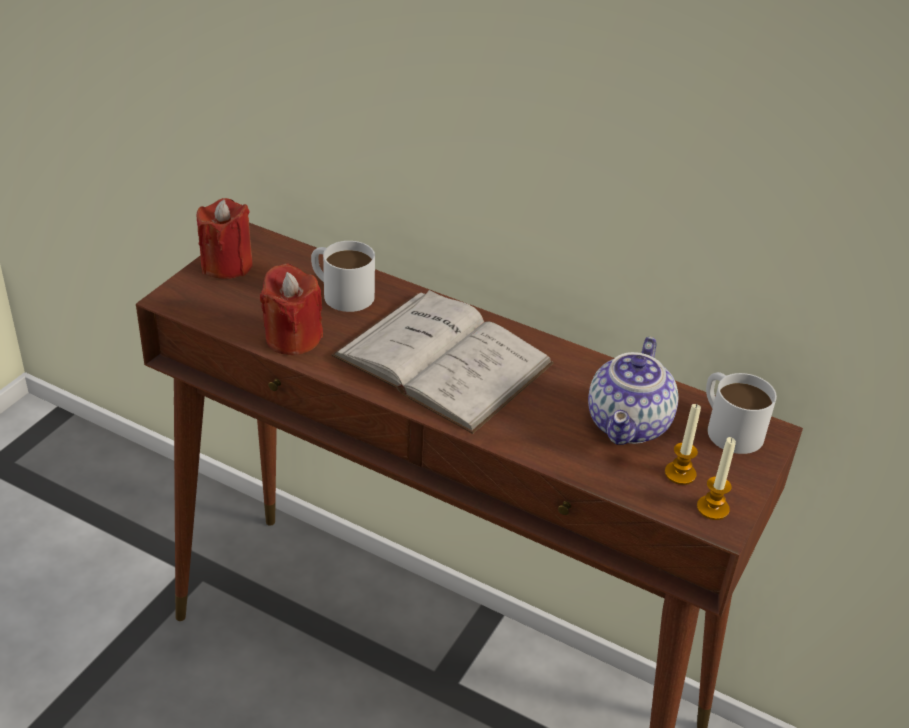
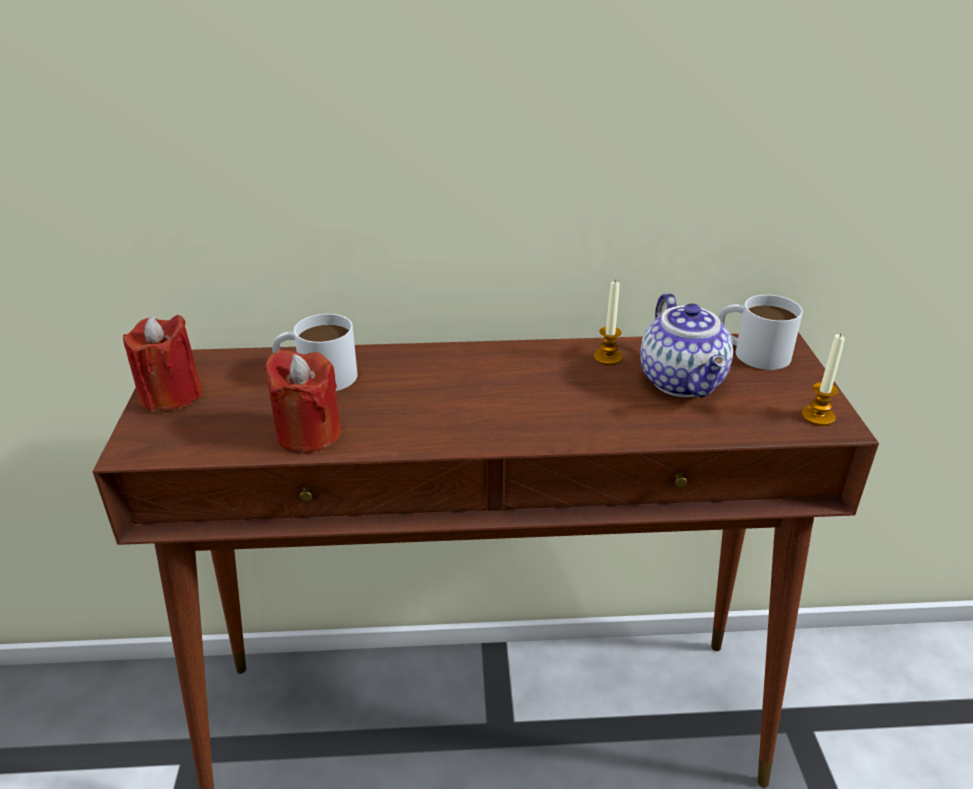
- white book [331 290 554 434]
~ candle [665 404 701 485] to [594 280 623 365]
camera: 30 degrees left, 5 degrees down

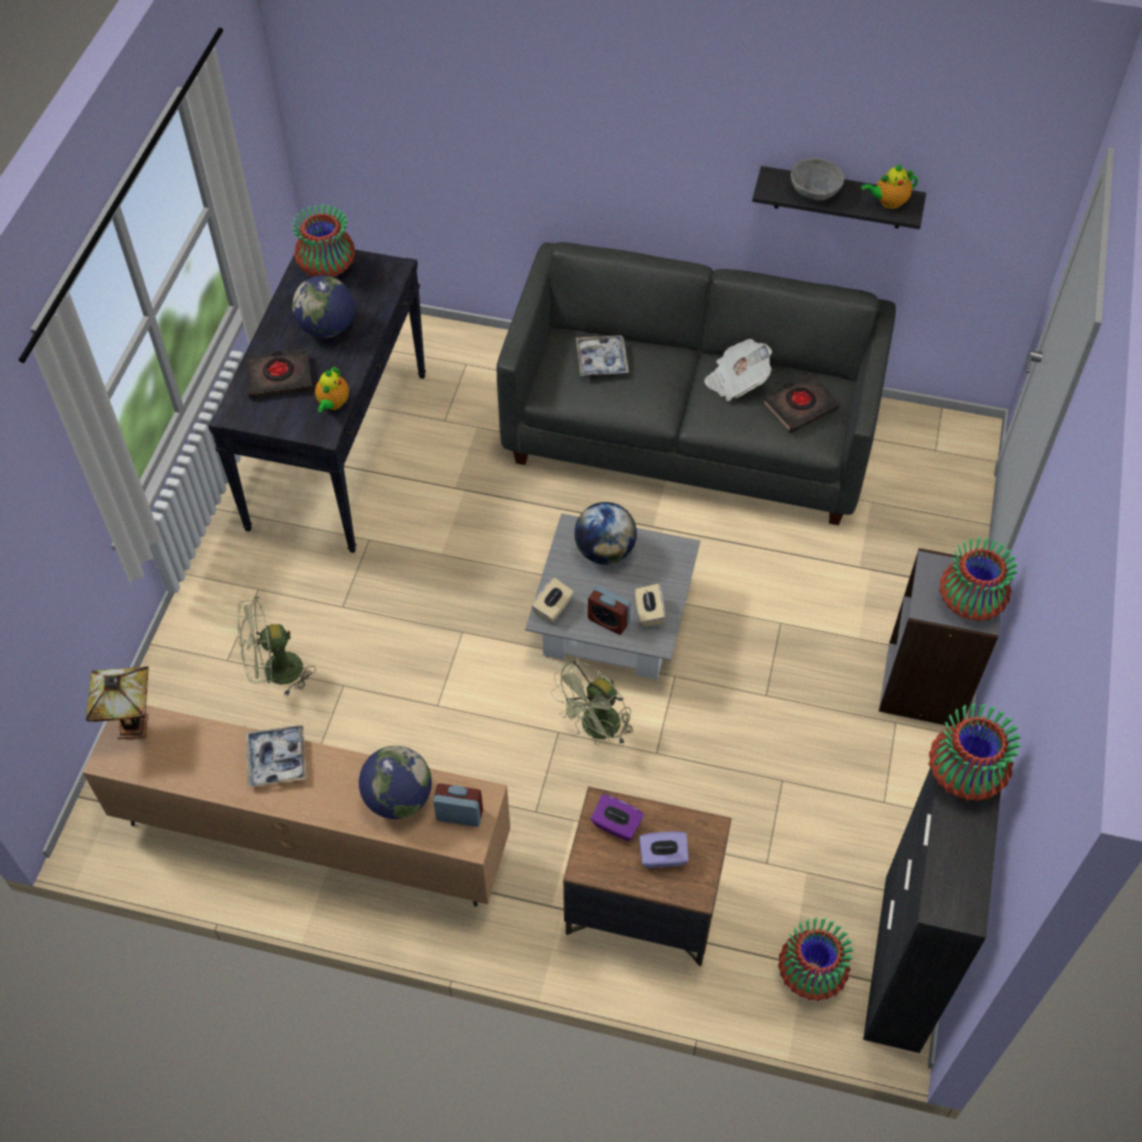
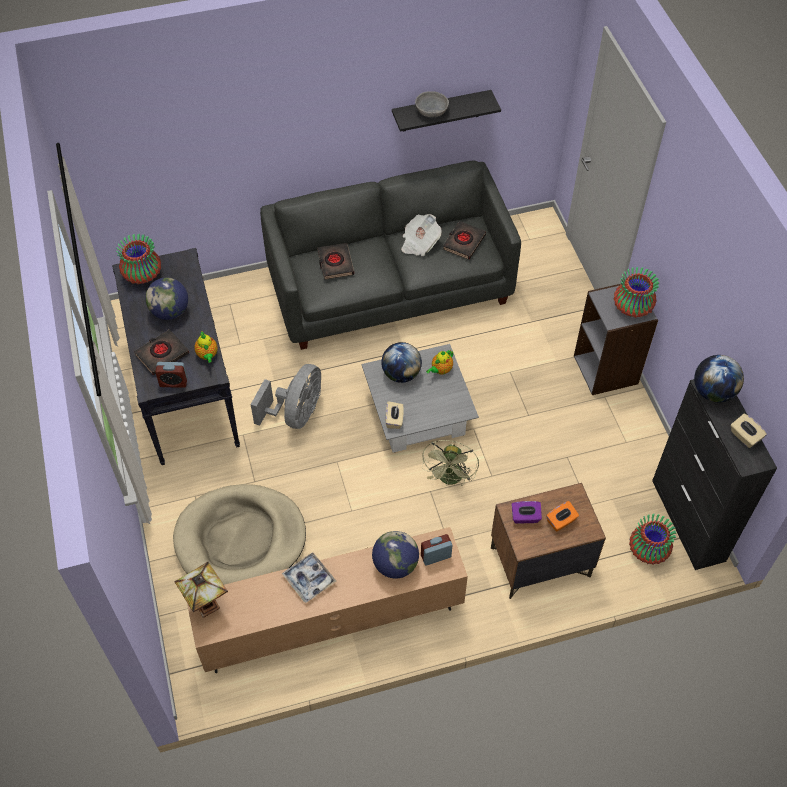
~ green fan [237 596 316 697] to beige dog bed [173 484 306 585]
~ tray [576 335 629 376] to black book [317 243 354 280]
~ alarm clock [588 586 631 635] to [155 362 188 388]
~ beige tissue box [635 584 665 627] to [731 413 767 448]
~ purple tissue box [639 832 689 868] to orange tissue box [546 501 579 531]
~ teapot [862 164 918 209] to [426 350 453 375]
~ vase [928 703 1021 801] to globe [694 355 744 402]
+ grey fan [251 364 321 429]
camera: 30 degrees left, 0 degrees up

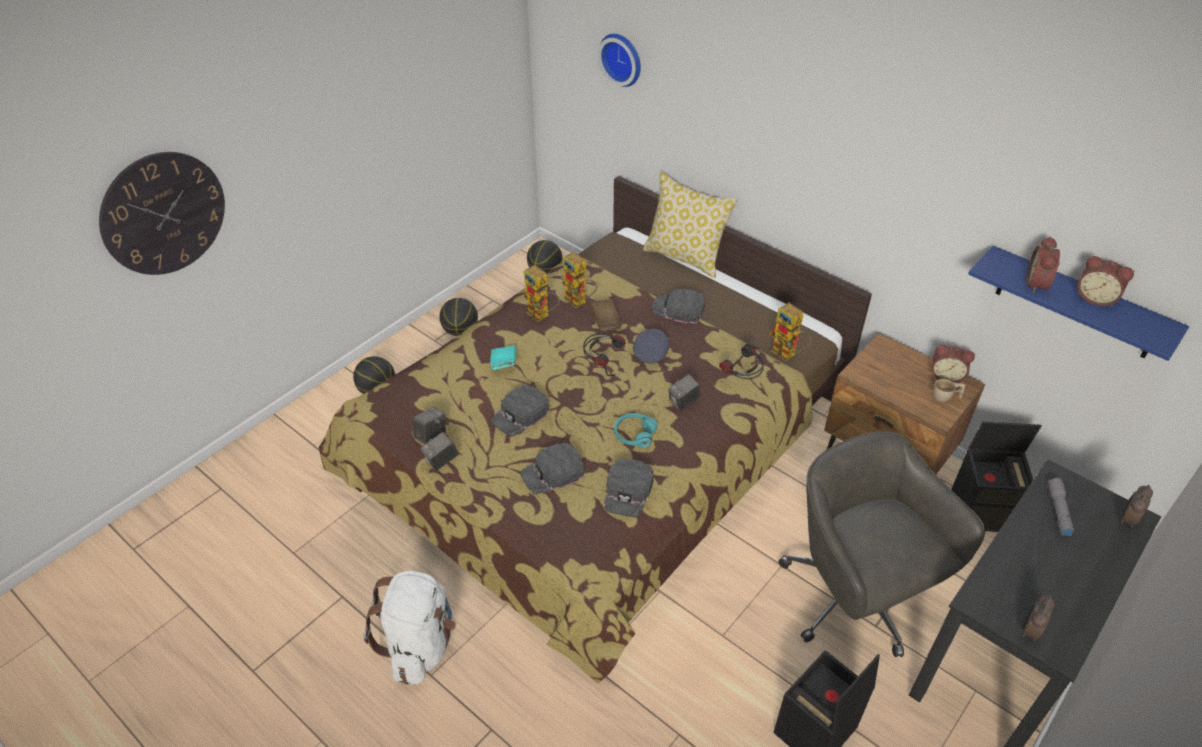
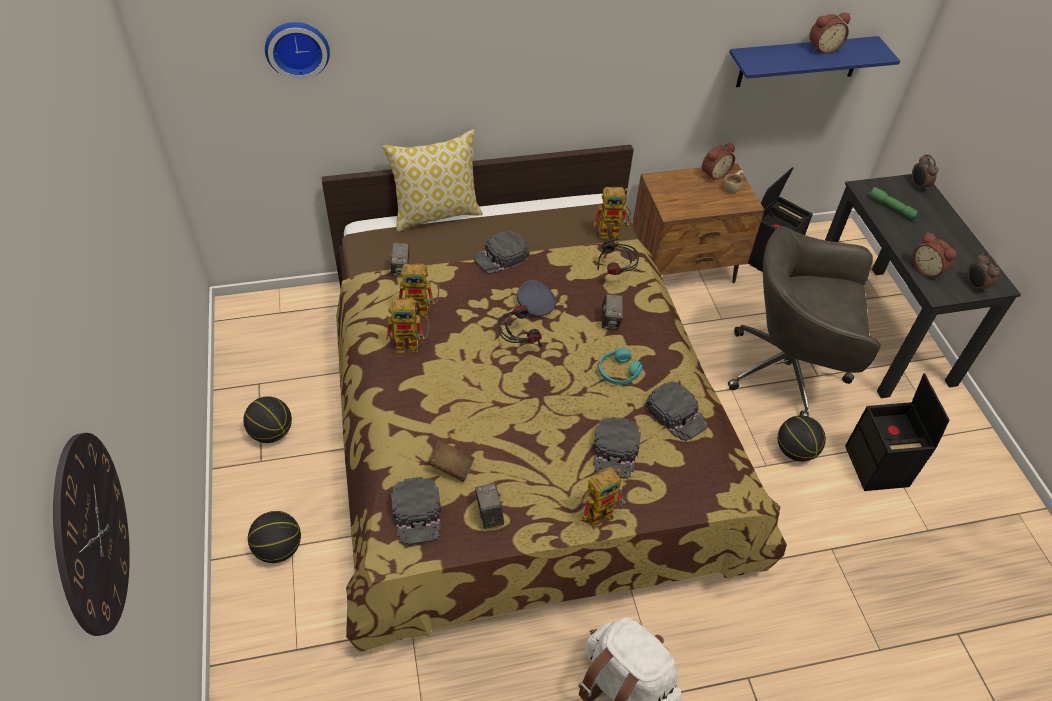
~ photo camera [420 432 459 471] to [390 242 409 276]
- turquoise book [490 345 516 370]
~ black cap [491 385 550 437] to [391 477 441 545]
~ basketball [527 240 562 273] to [778 415 826 462]
~ brown book [590 299 622 331] to [427 440 475 482]
~ alarm clock [1026 236 1060 293] to [913 232 957 280]
~ grey flashlight [1048 478 1074 536] to green flashlight [868 187 919 220]
+ toy robot [582 467 626 529]
camera: 55 degrees left, 5 degrees up

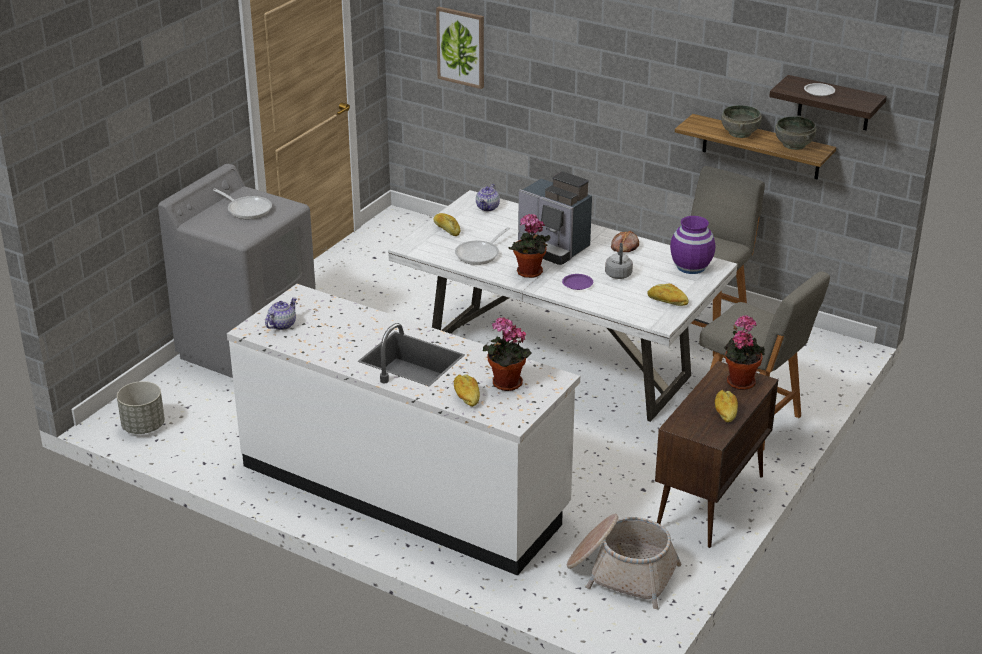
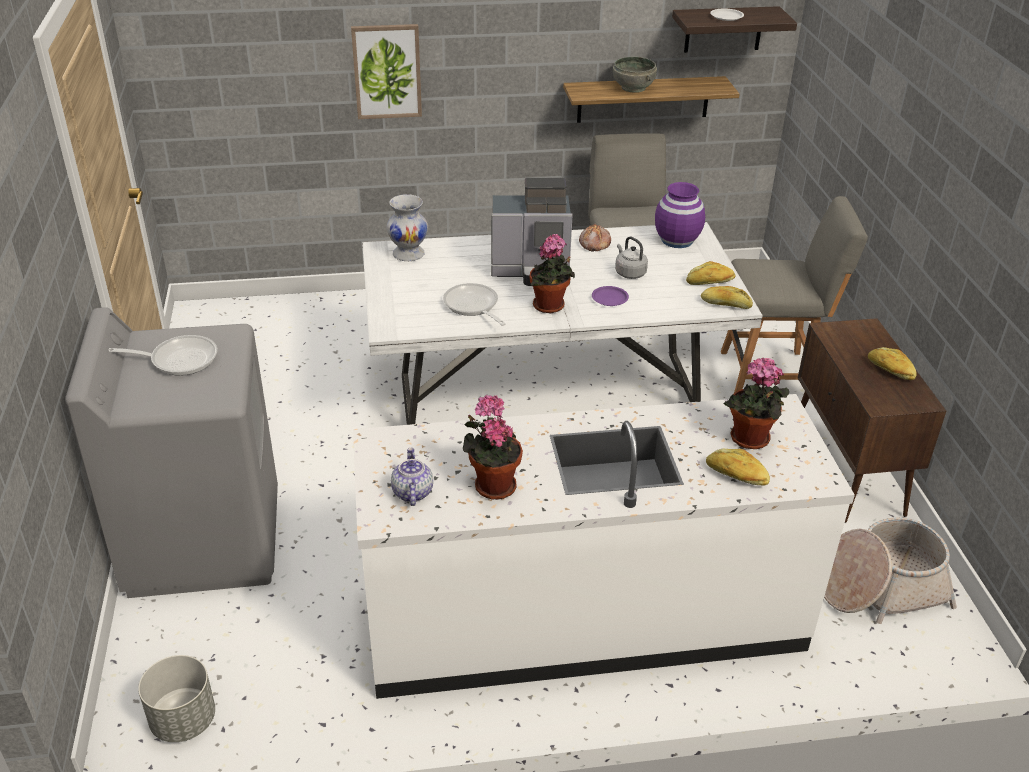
~ bread [433 213 460 236] to [701 286 753 309]
~ picture [436 7 484 89] to [351 24 422 119]
~ frying pan [455 227 510 265] = [443 283 506 326] 150 degrees clockwise
~ teapot [476 184 500 211] to white vase [387 194 428 261]
~ potted plant [724 315 765 390] to [463 395 523 500]
- grey bowl [775 116 817 150]
camera: 40 degrees left, 5 degrees up

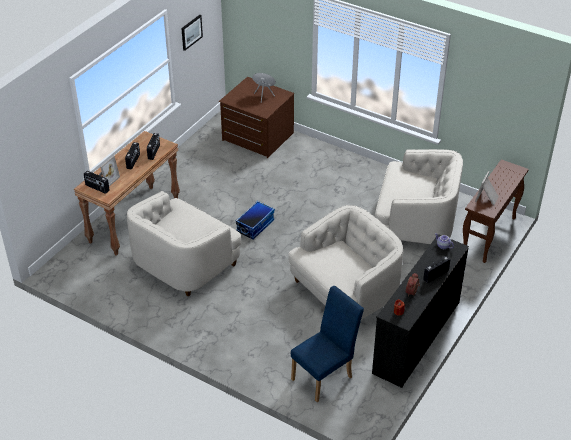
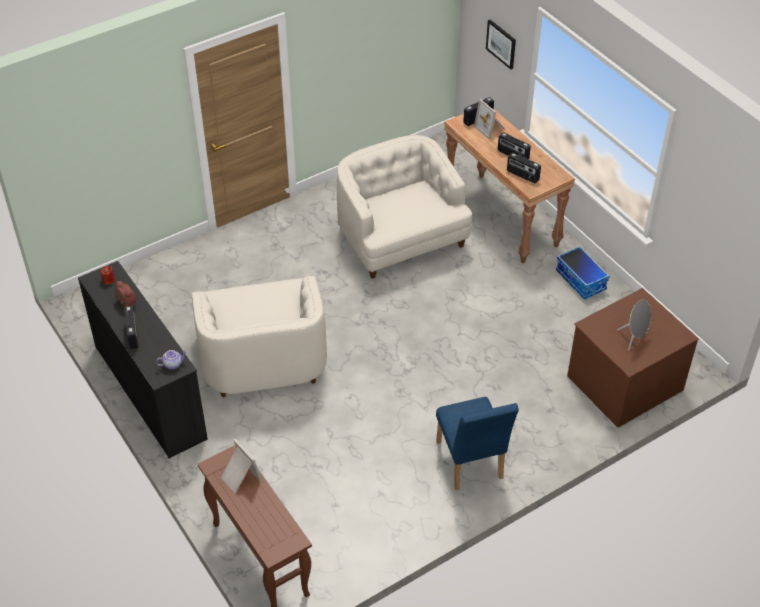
~ picture [181 15 203 51] to [486 20 516 69]
~ storage box [236 201 275 240] to [556 246 610 300]
~ blue chair [291 286 364 402] to [436 397 519 490]
- white armchair [375 149 463 244]
camera: 115 degrees right, 5 degrees up

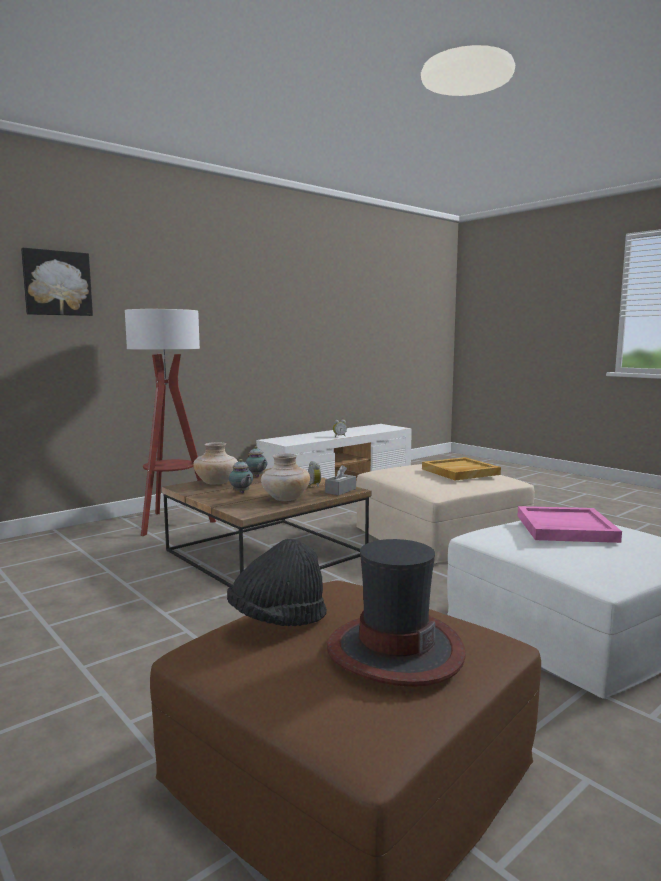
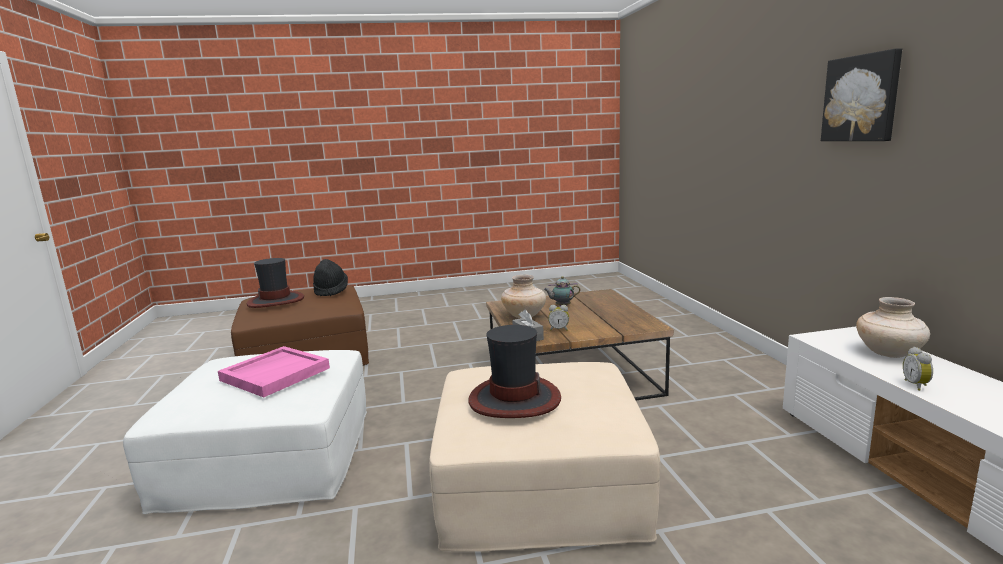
~ picture [21 248 93 316] to [821 48 902 141]
- floor lamp [125 309 216 536]
~ beige vase [193 442 238 485] to [856 297 930 358]
- teapot [245 446 267 477]
~ beige tray [422 457 501 481] to hat [468 325 561 418]
camera: 120 degrees right, 5 degrees up

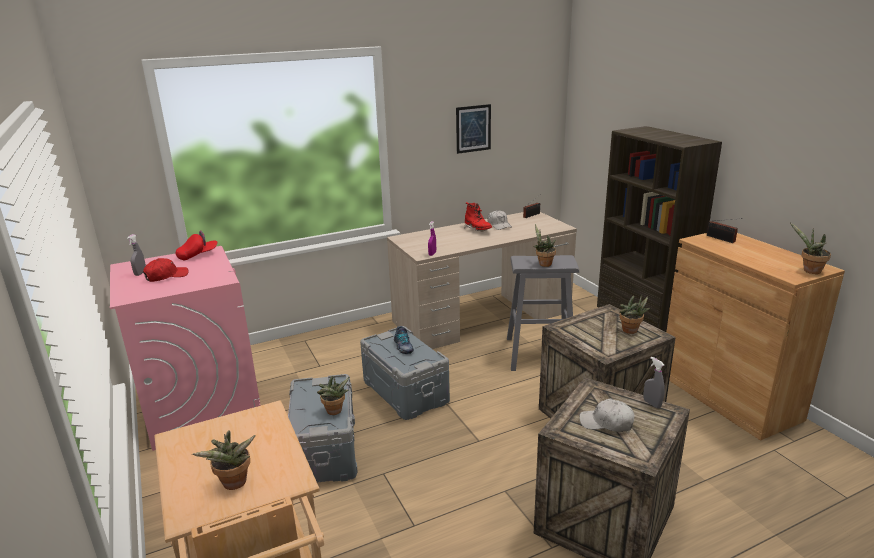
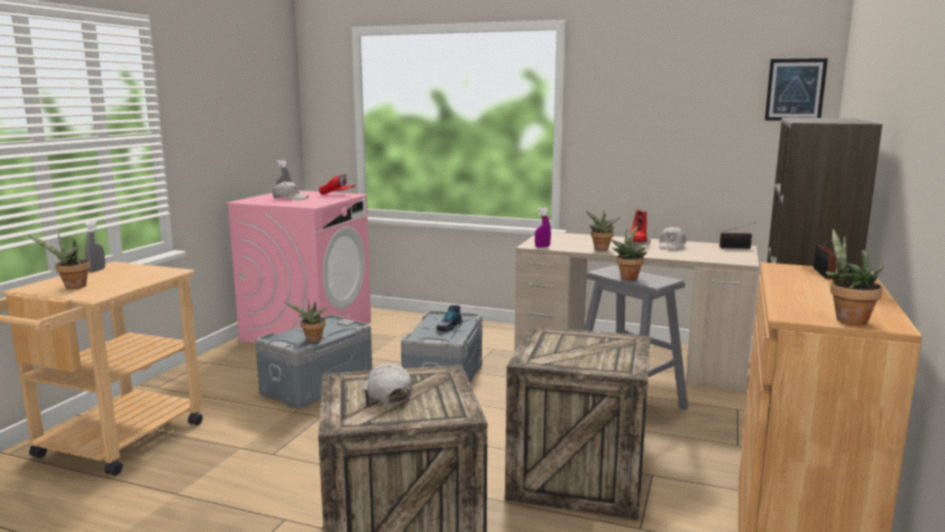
~ red cap [143 258 188 282] to white cap [272 181 309 200]
~ picture [456 104 491 154] to [765 58 828 121]
~ potted plant [619 295 650 334] to [586 210 620 251]
~ grey spray bottle [643 357 665 408] to [85 220 105 272]
camera: 45 degrees right, 10 degrees down

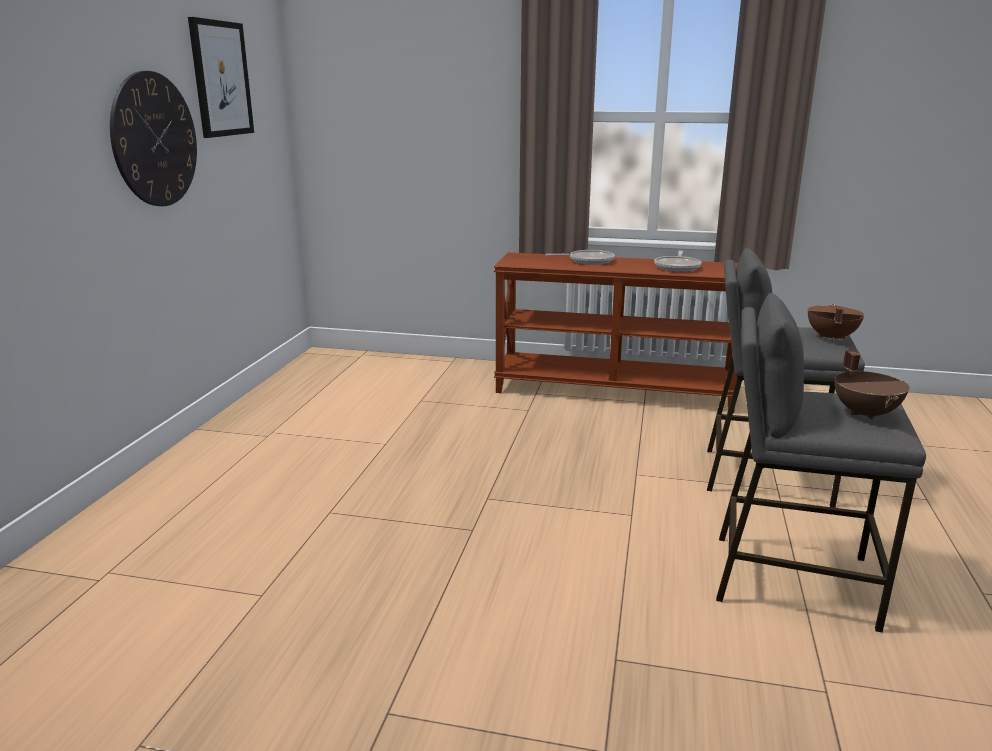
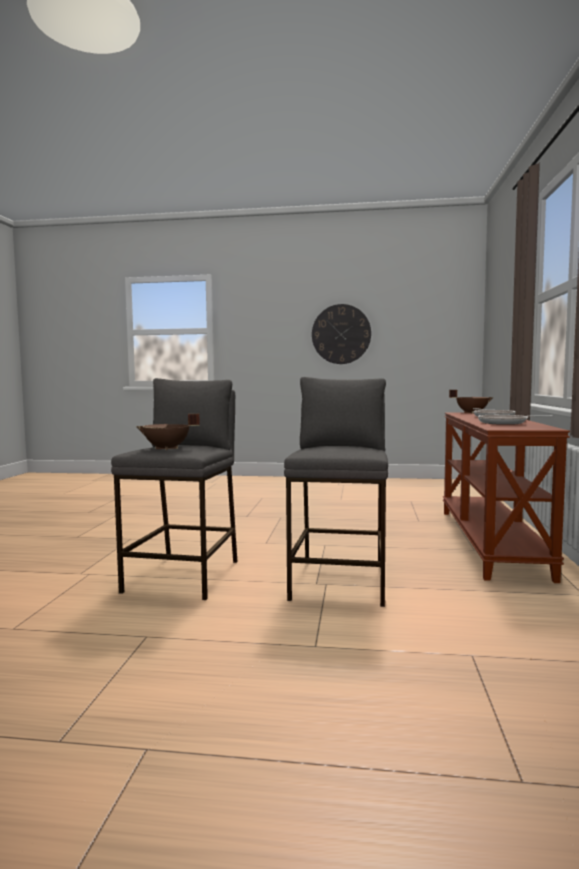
- picture [188 17 254 138]
~ brown cooking pot [807 304 864 341] to [449 390 493 414]
camera: 85 degrees right, 15 degrees down

